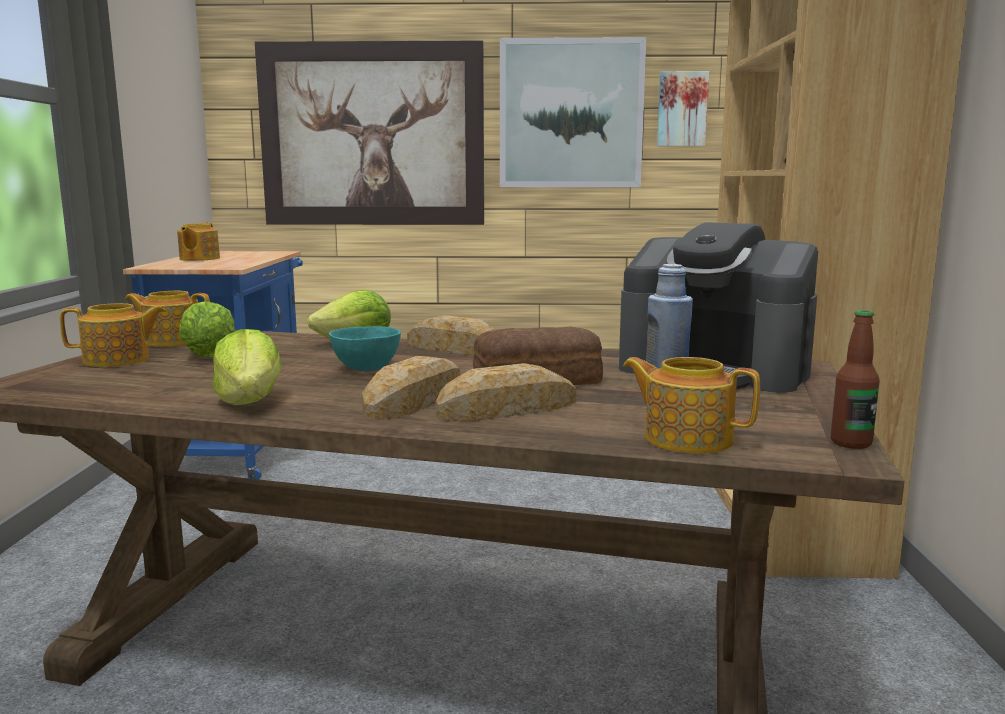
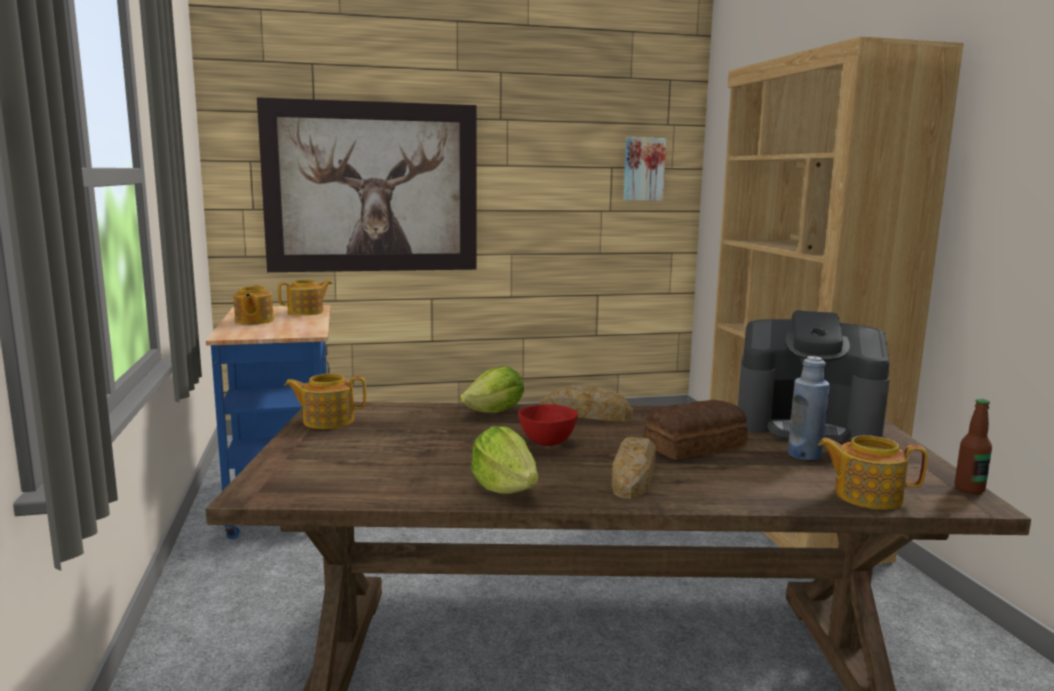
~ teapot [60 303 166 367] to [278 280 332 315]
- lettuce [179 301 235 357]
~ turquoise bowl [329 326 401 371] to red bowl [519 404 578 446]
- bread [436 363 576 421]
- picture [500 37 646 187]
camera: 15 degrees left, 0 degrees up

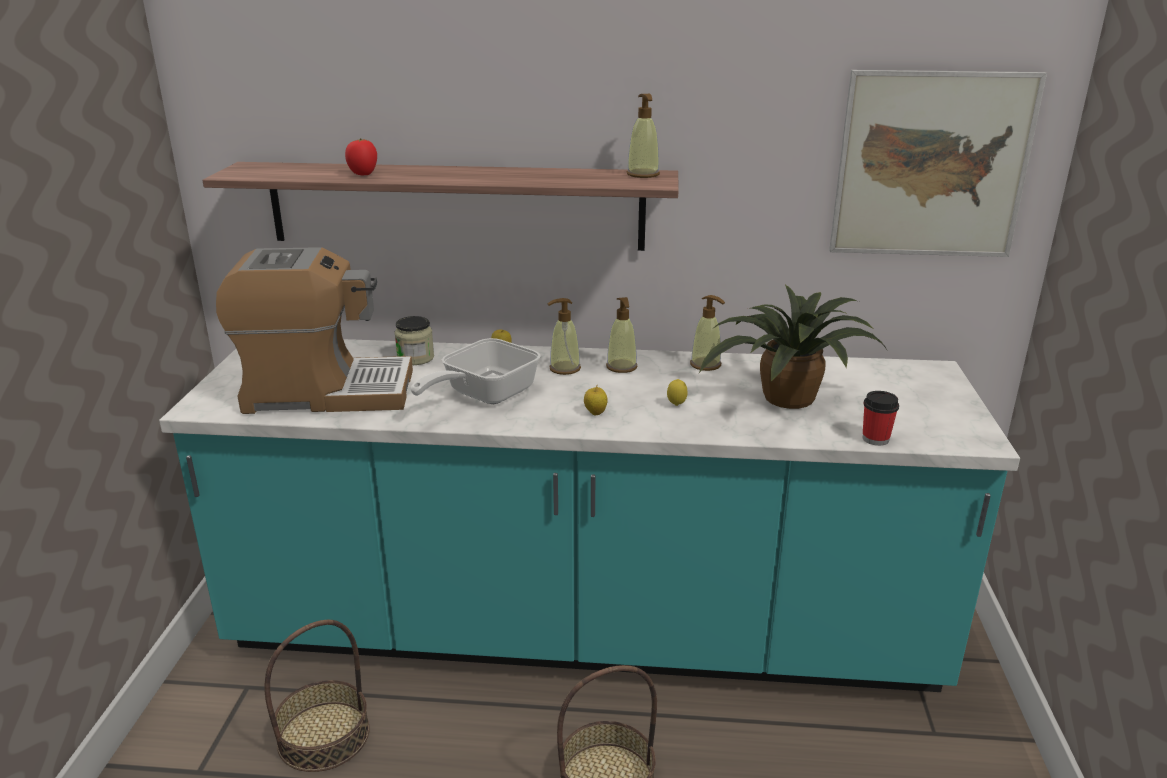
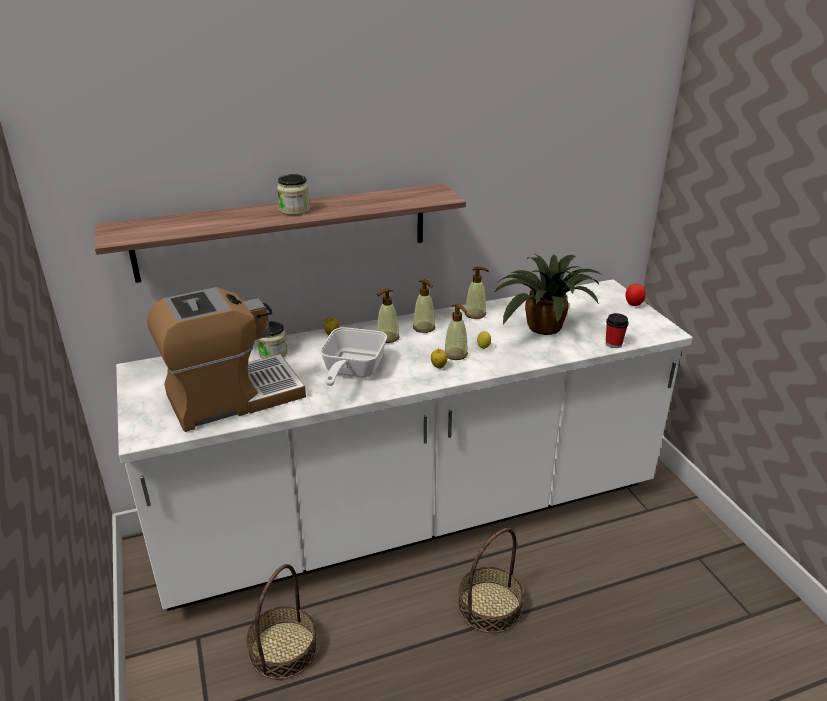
~ turquoise counter [159 339 1020 692] to white counter [116 279 693 611]
~ tomato [345 138 377 175] to [625 283 646 306]
~ soap dispenser [627 94 660 178] to [445 303 468 360]
- picture [829 70 1047 257]
+ jar [277 174 310 215]
camera: 25 degrees left, 5 degrees up

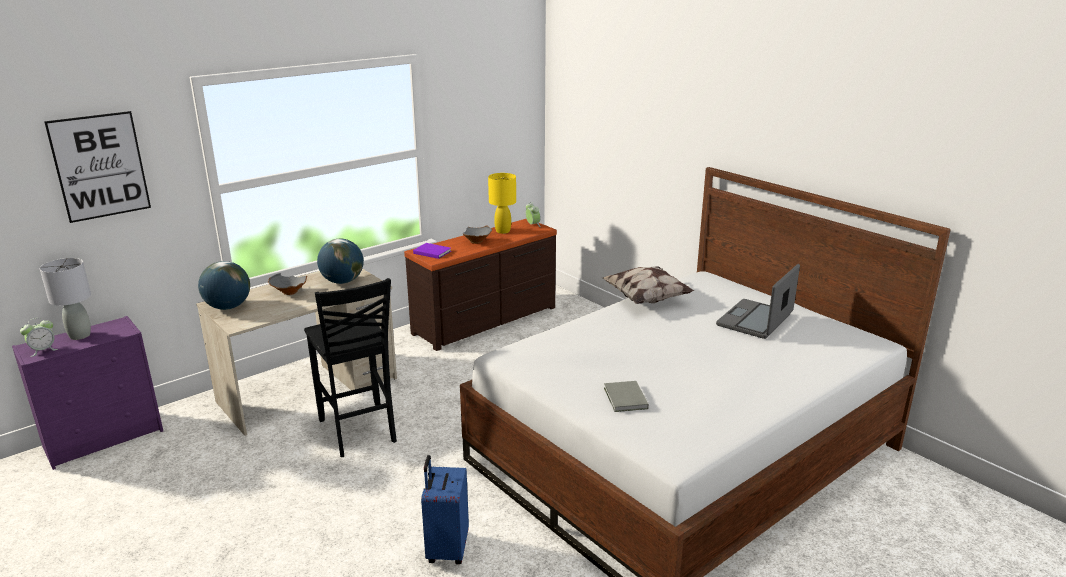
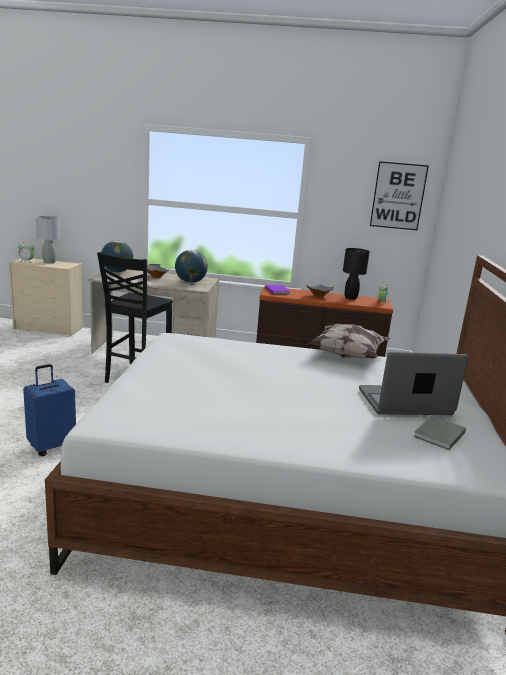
~ purple dresser [12 316 163 470] to beige dresser [9 258 83 336]
~ picture [44 111 151 223] to [370 161 429 230]
~ yellow table lamp [488 173 516 234] to black table lamp [343 248 370 300]
~ grey book [604 381 649 412] to [413 416 466 450]
camera: 45 degrees right, 5 degrees down

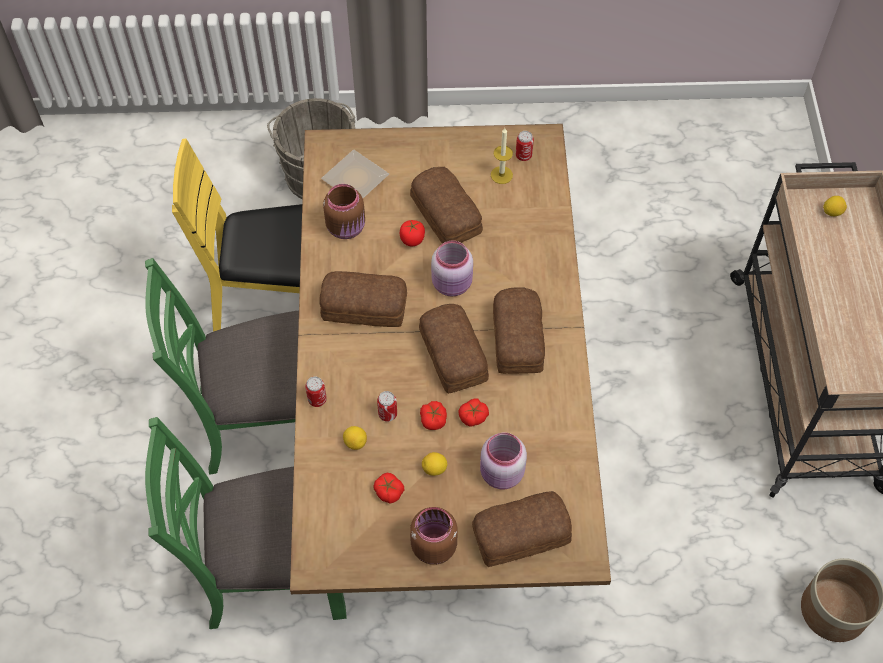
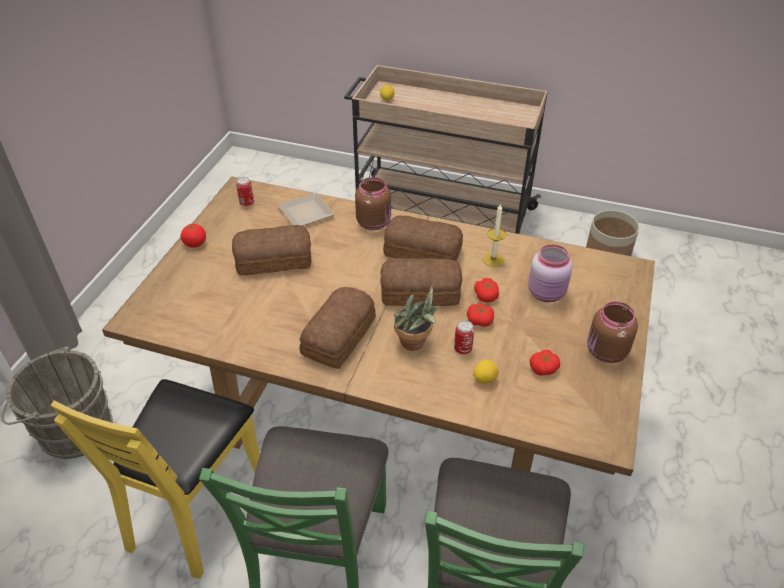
- can [305 376 327 407]
~ plate [321 150 389 198] to [278 192 335 226]
~ brown jar [323 184 365 239] to [355 177 391 230]
~ tomato [400 220 425 246] to [180 224 206 248]
- lemon [422 452 447 476]
- pink jar [431 240 473 297]
- bread [472 491 572 567]
~ candle [491 128 513 184] to [483 204 506 267]
+ potted plant [394 286 440 351]
camera: 70 degrees left, 15 degrees down

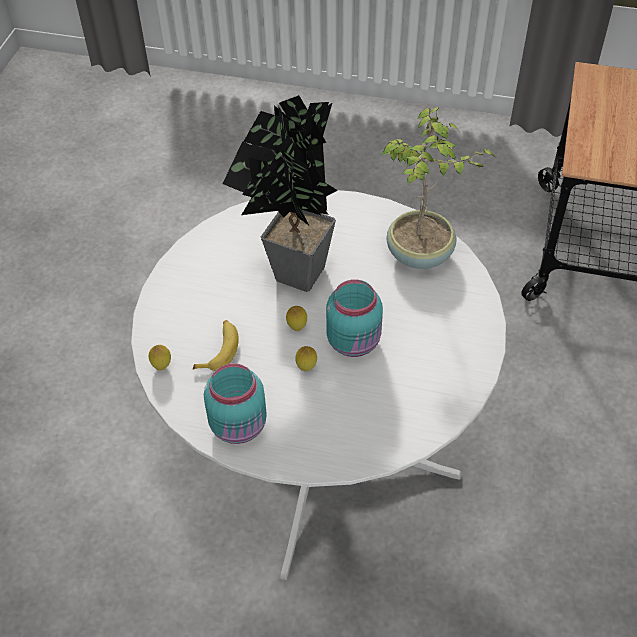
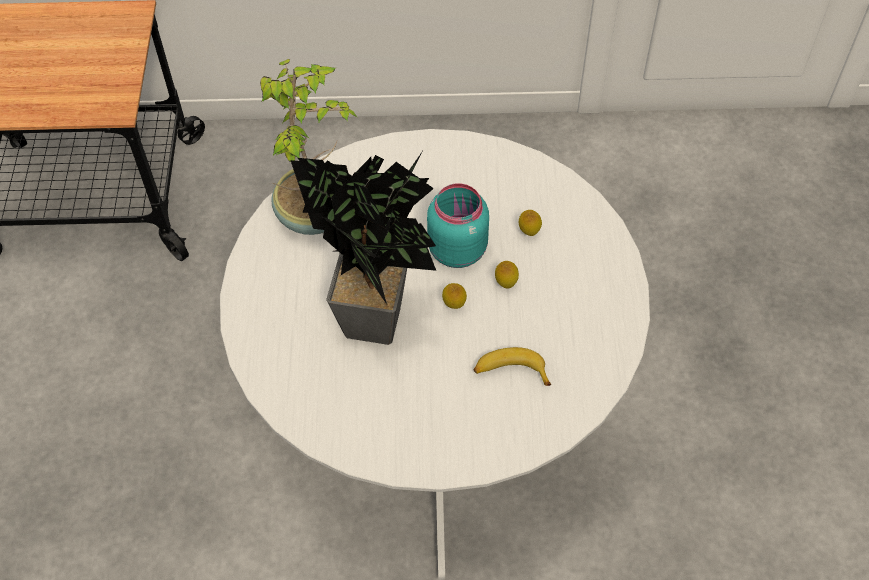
~ lemon [149 345 171 370] to [519 210 542 236]
- turquoise jar [204 363 267 444]
camera: 105 degrees left, 5 degrees up

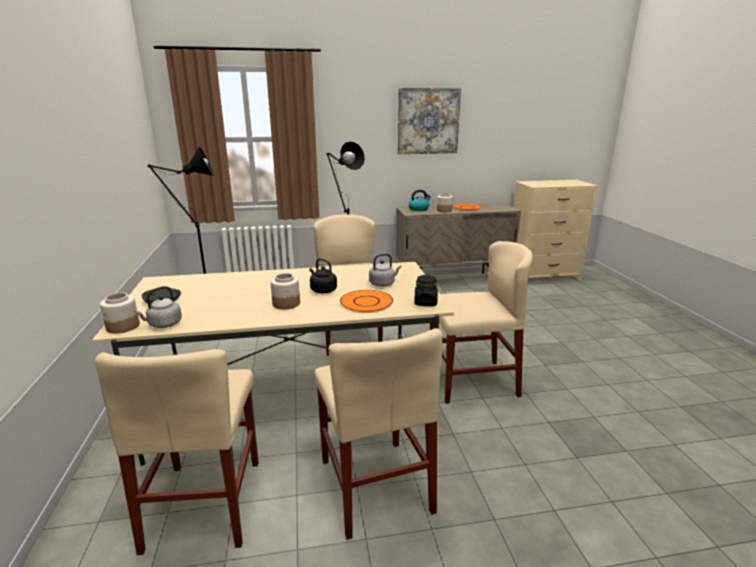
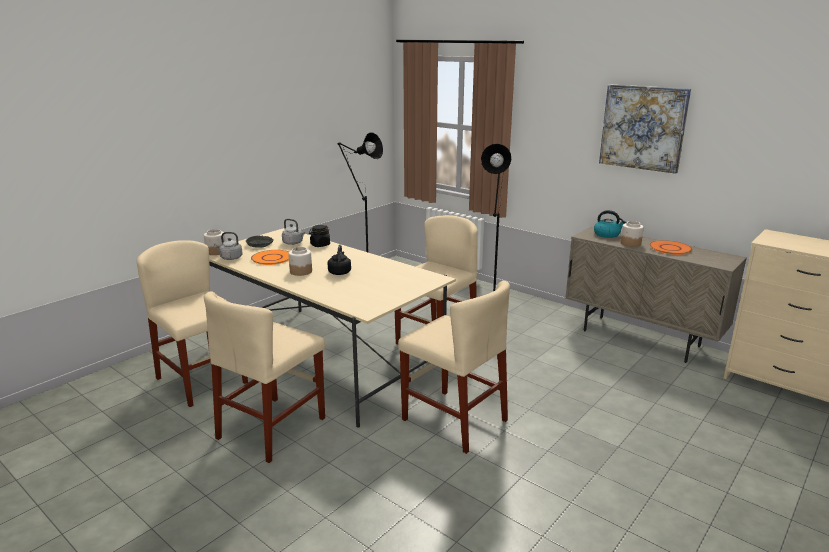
~ beige chair [95 349 259 555] = [137 240 248 407] 90 degrees clockwise
~ orange plate [340 290 393 313] to [251 250 289 265]
~ grey kettle [369 253 402 287] to [282 219 305 245]
~ black jar [414 275 438 306] to [309 225 330 247]
camera: 50 degrees right, 0 degrees up

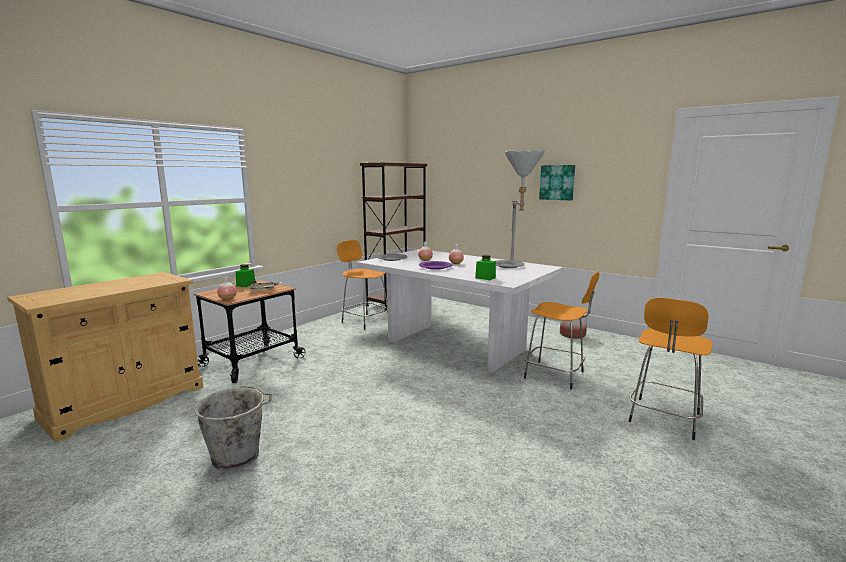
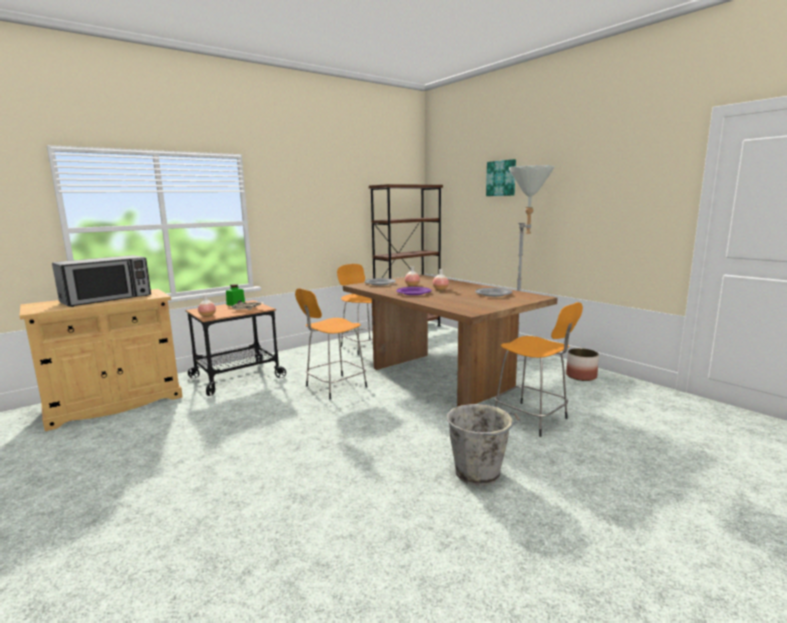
~ grey bucket [194 386 272 471] to [447 403 521 486]
~ white dining table [357 249 563 373] to brown dining table [343 275 558 407]
- green jar [475 255 496 280]
~ picture [539 165 575 200] to [486 159 516 196]
~ orange stool [629 298 712 440] to [295 288 367 399]
+ microwave [52 255 151 307]
camera: 15 degrees right, 0 degrees up

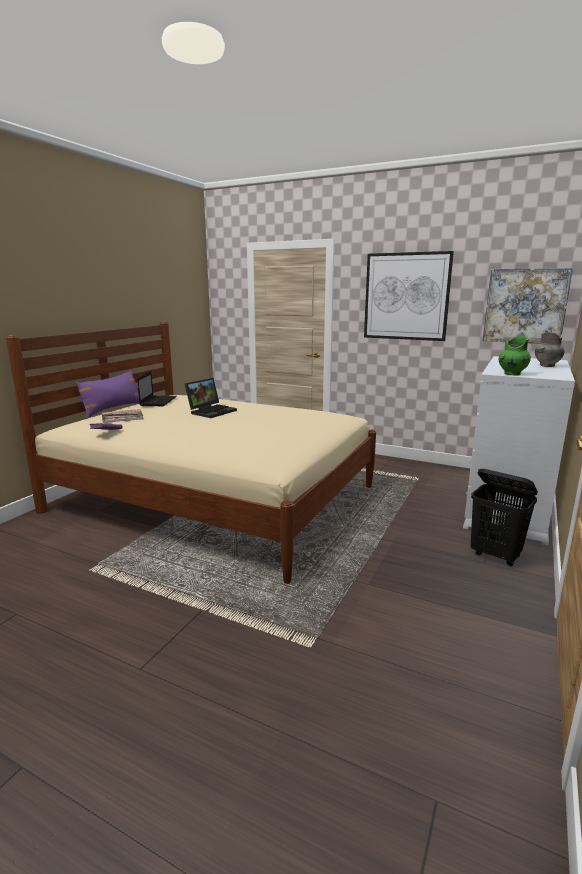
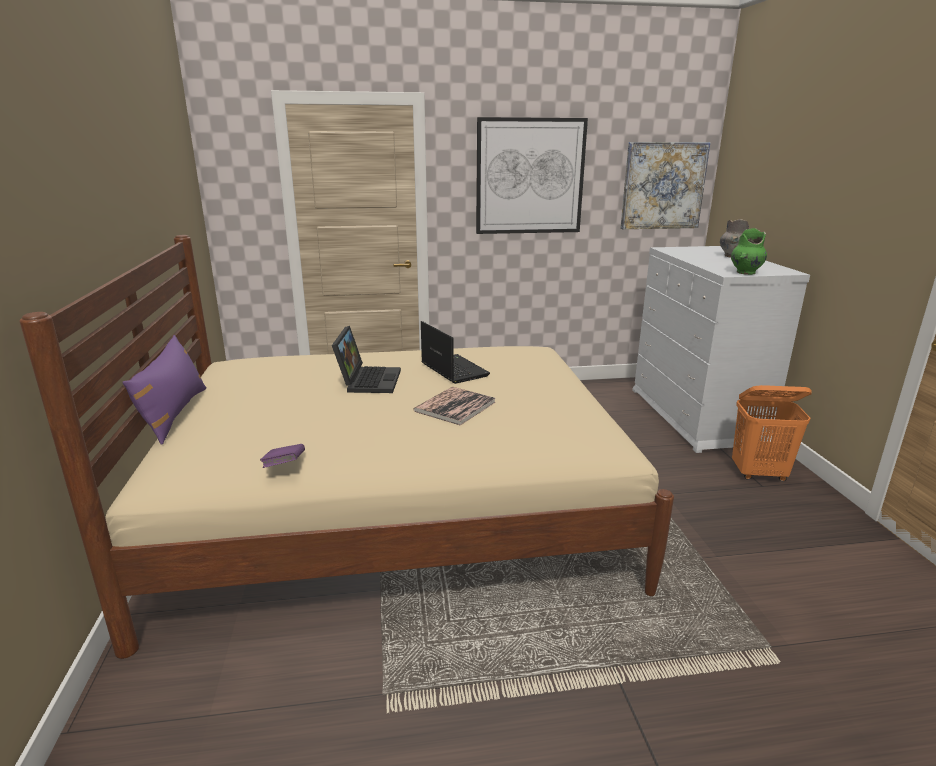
~ book [102 409 143 423] to [413 387 496 425]
~ laptop [137 371 177 406] to [421 321 490 384]
~ black laundry basket [471 469 538 566] to orange laundry basket [732 385 811 482]
camera: 35 degrees left, 5 degrees up

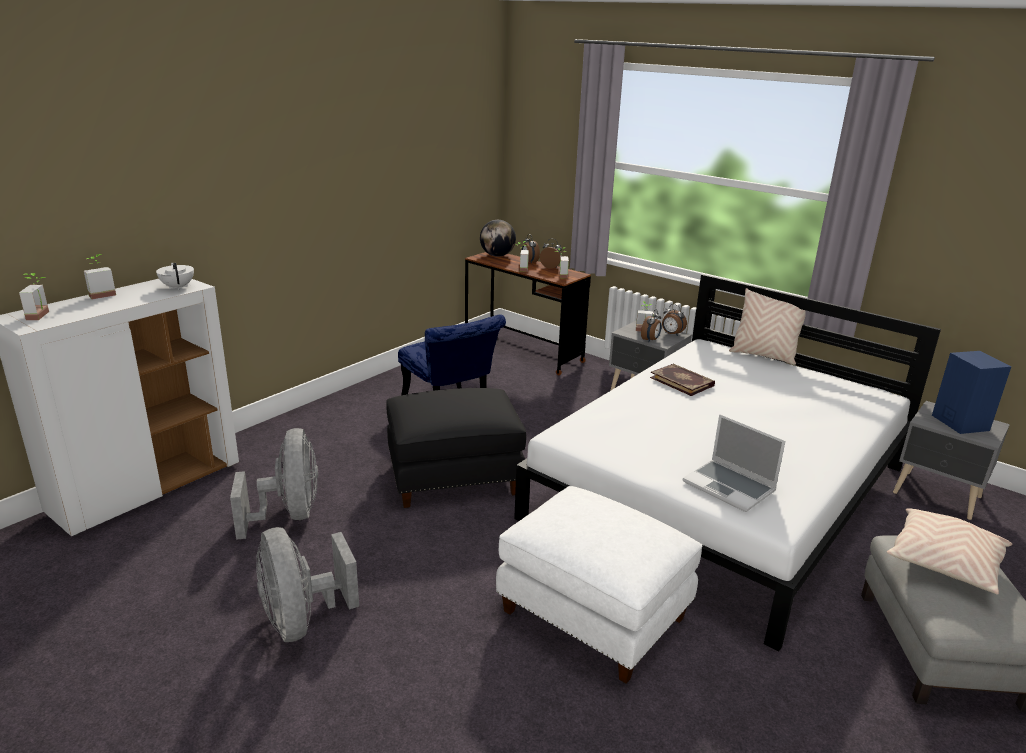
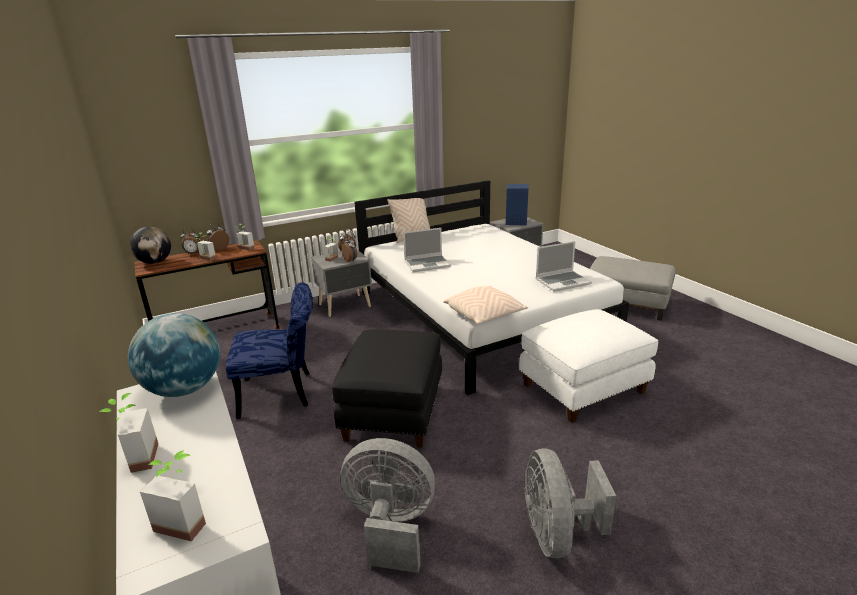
~ white teapot [156 263 194 290] to globe [128 313 220 397]
~ grey fan [256 527 359 642] = [525 448 616 558] 90 degrees clockwise
~ book [650 364 715 396] to laptop [403 228 451 272]
~ beige pillow [887 508 1012 595] to [443 286 528 324]
camera: 65 degrees left, 0 degrees up

